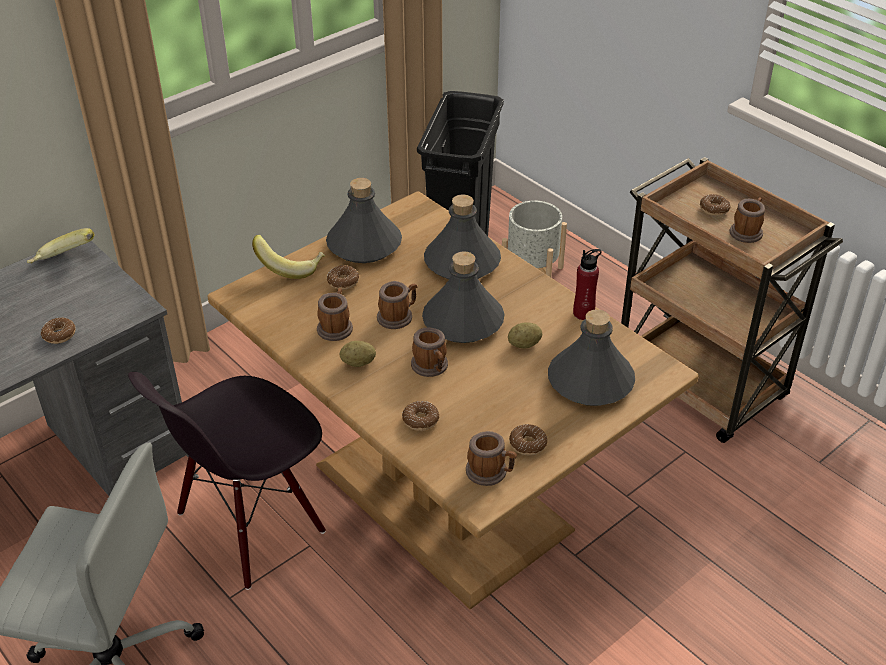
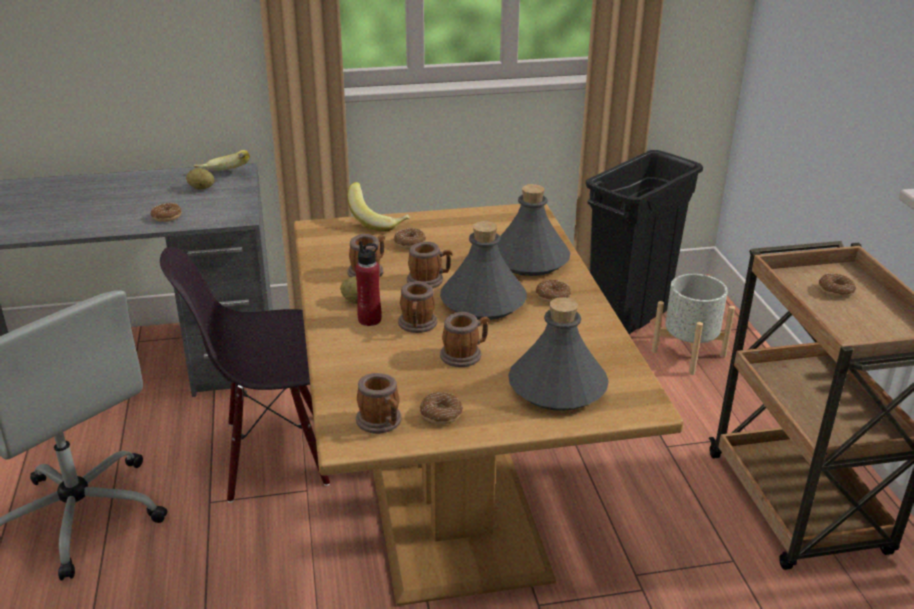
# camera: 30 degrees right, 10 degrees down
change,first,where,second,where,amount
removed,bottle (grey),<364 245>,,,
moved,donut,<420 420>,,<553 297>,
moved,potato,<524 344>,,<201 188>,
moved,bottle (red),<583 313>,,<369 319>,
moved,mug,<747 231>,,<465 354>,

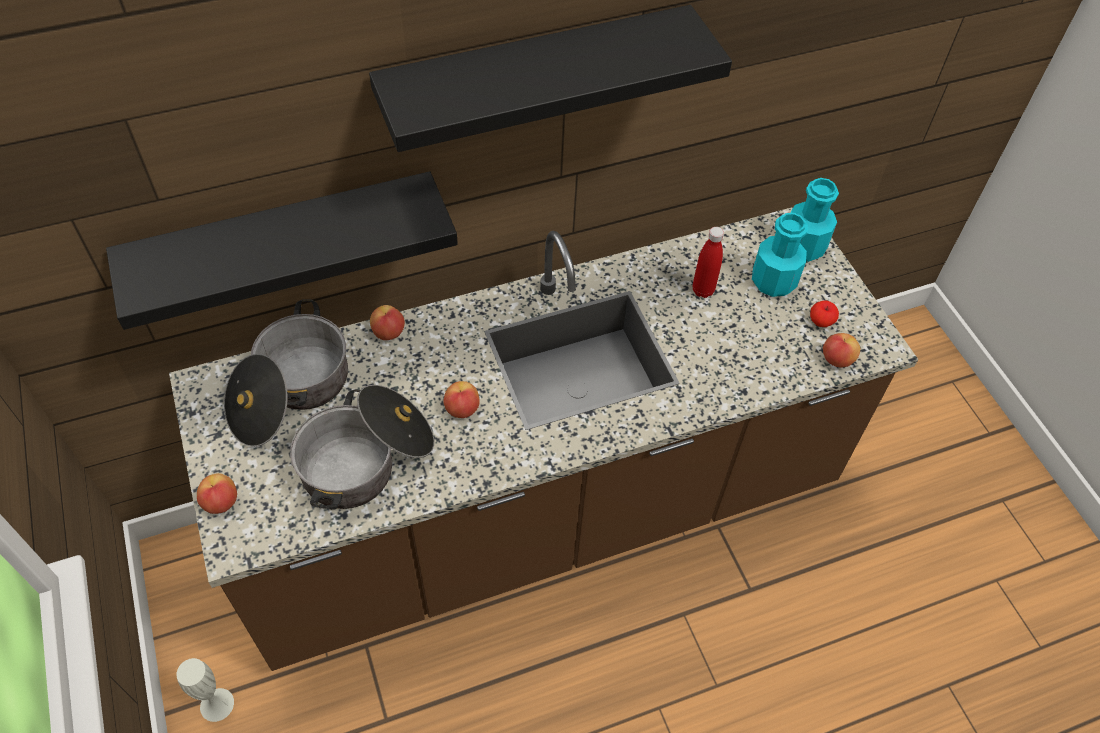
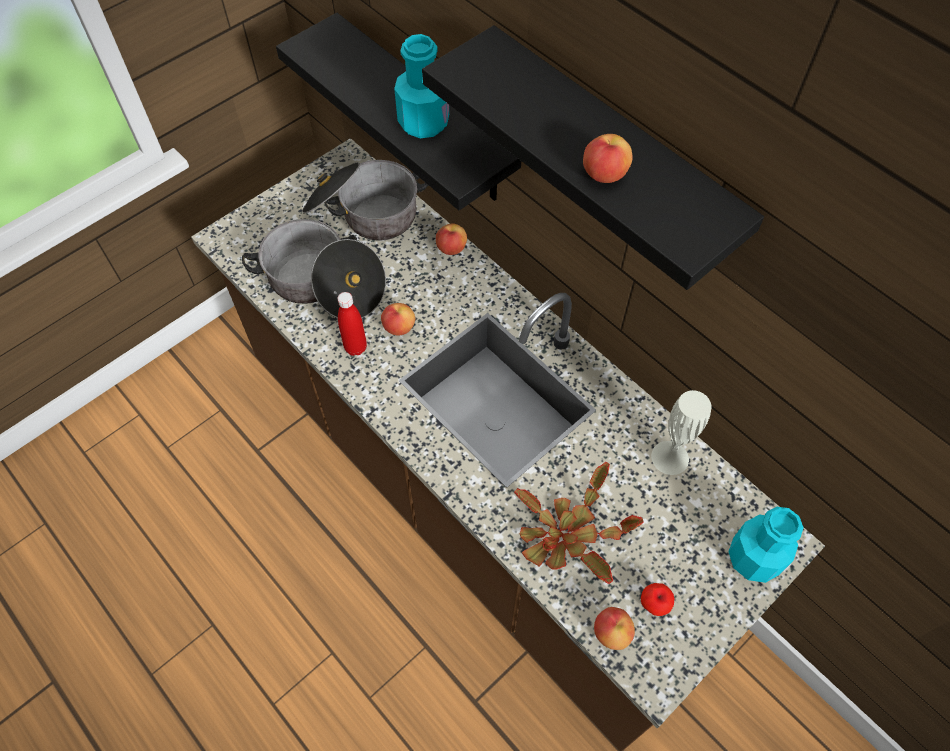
# camera: 70 degrees right, 5 degrees up
change,first,where,second,where,amount
added,,,potted plant,<566 536>,
moved,vase (white),<217 704>,,<670 457>,
moved,apple,<221 502>,,<604 175>,
moved,bottle (red),<703 290>,,<355 347>,
moved,bottle (turquoise),<773 281>,,<423 122>,

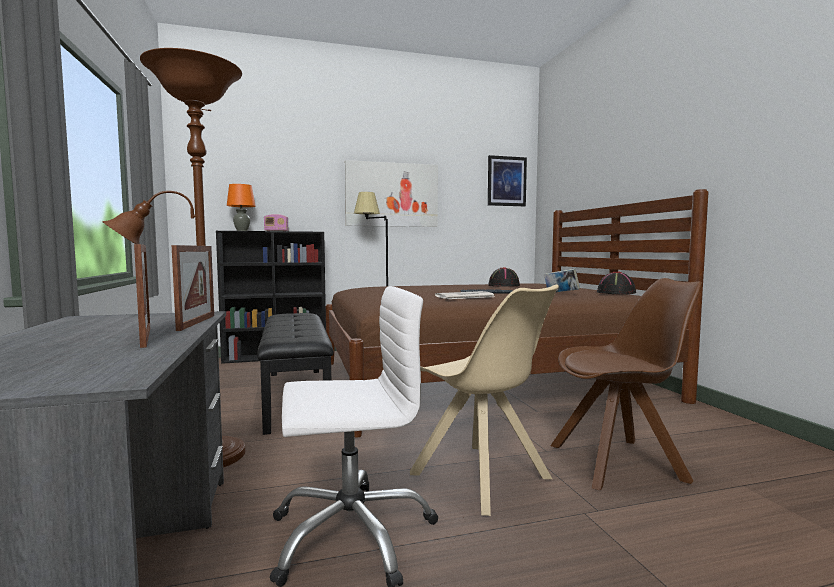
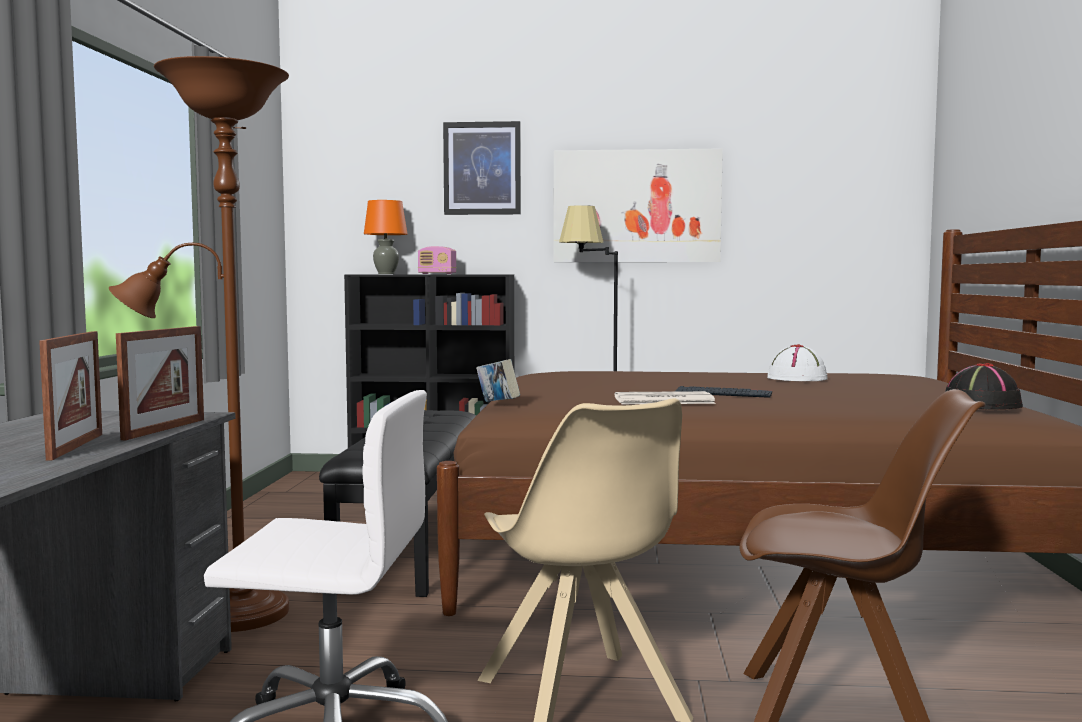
# camera: 20 degrees right, 0 degrees up
change,first,where,second,where,amount
moved,picture,<506 181>,,<482 168>,
moved,book,<561 294>,,<497 404>,
recoloured,hat (black),<504 285>,hat (white),<797 379>,

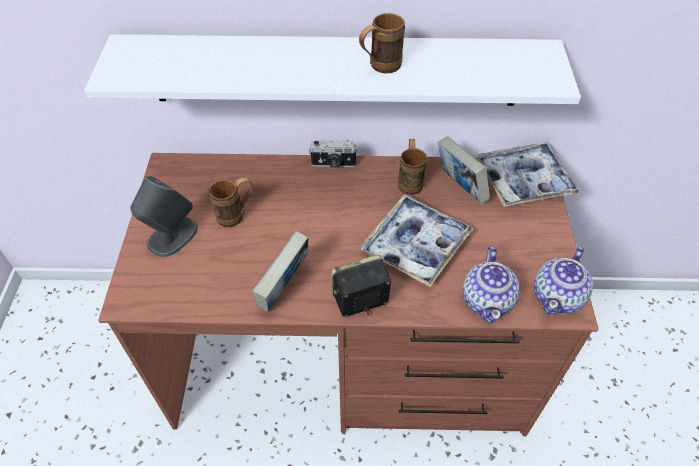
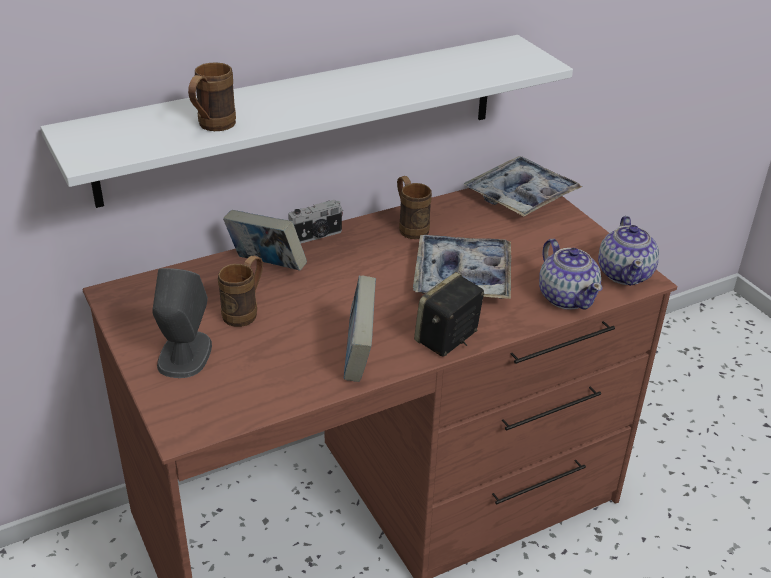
# camera: 30 degrees left, 15 degrees down
change,first,where,second,where,amount
moved,mug (brown),<379 67>,,<212 127>,
moved,book,<459 188>,,<266 267>,

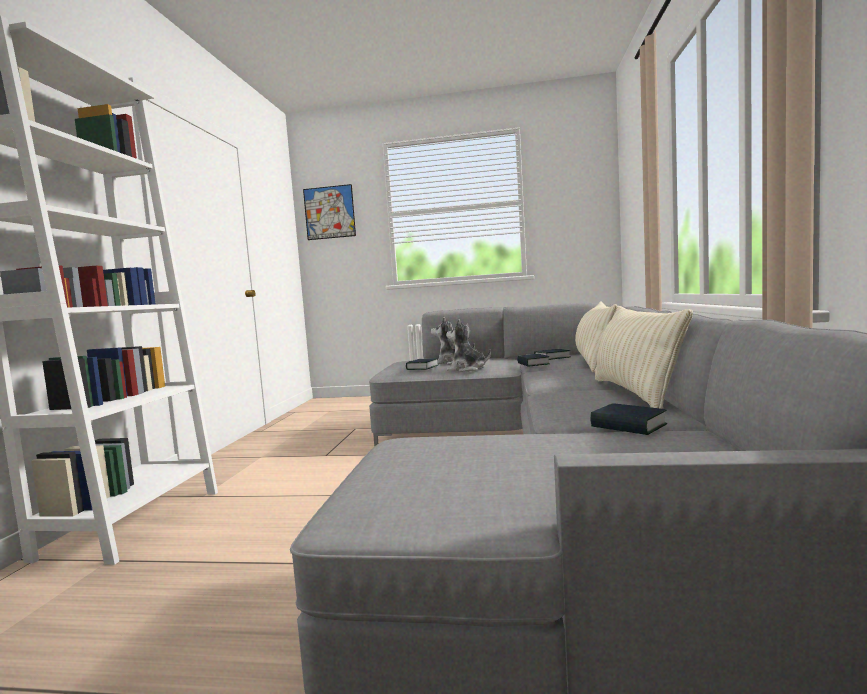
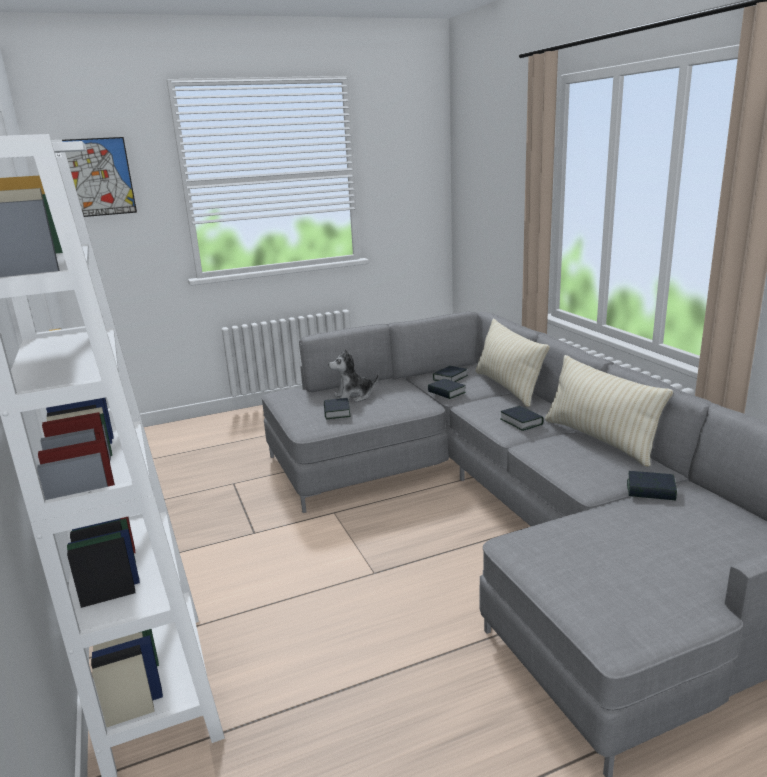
# camera: 30 degrees left, 15 degrees up
change,first,where,second,where,amount
removed,plush toy,<467 369>,,,
added,,,book,<521 422>,

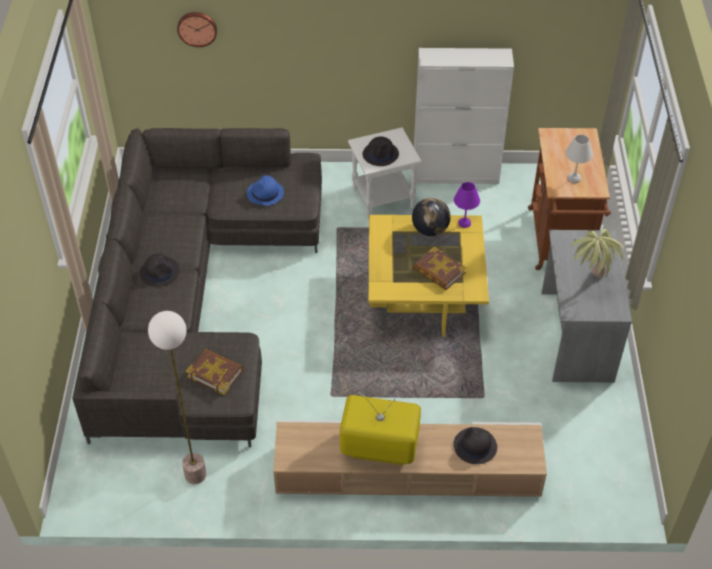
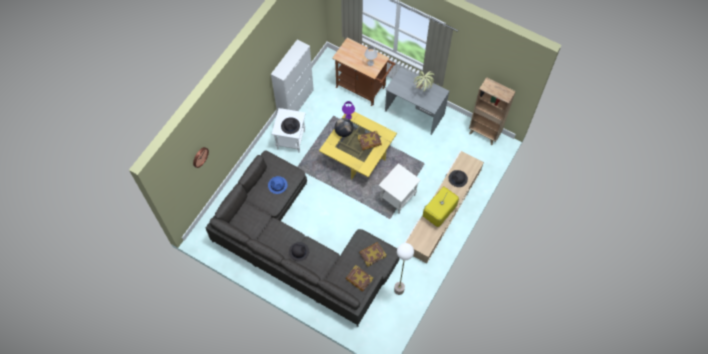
# camera: 60 degrees left, 15 degrees up
change,first,where,second,where,amount
added,,,book,<359 279>,
added,,,side table (white),<398 198>,
added,,,bookcase (brown),<484 134>,

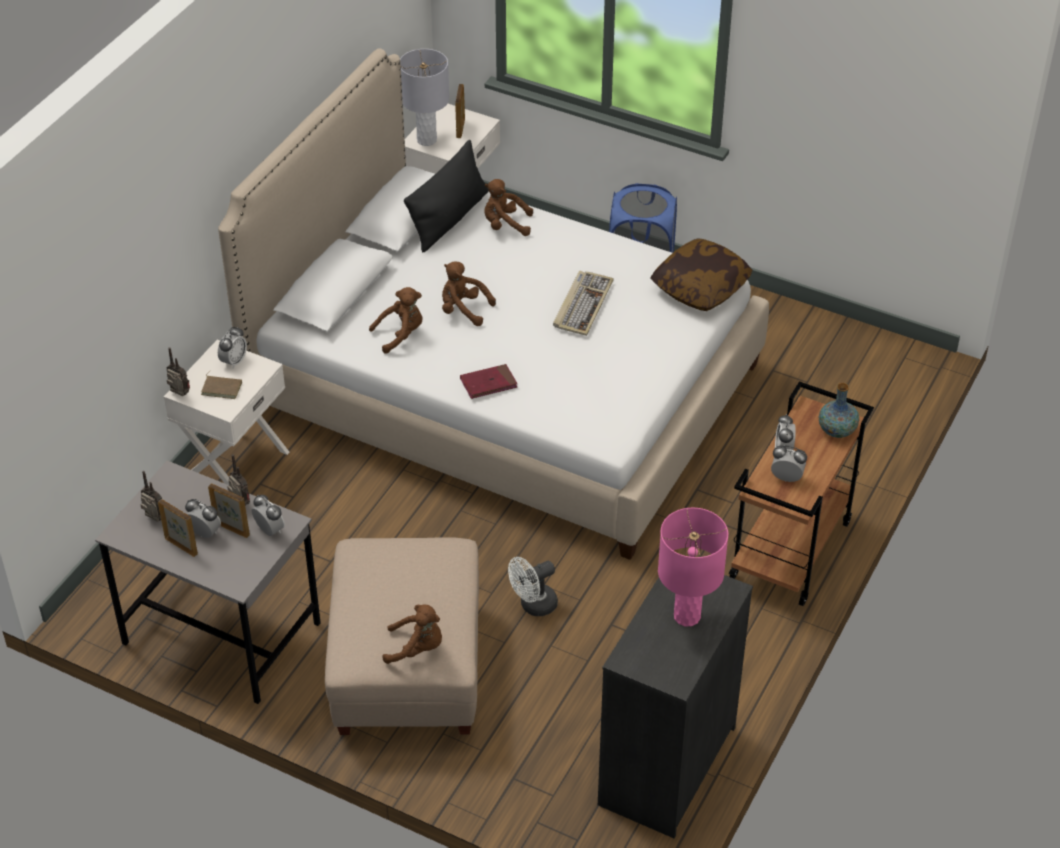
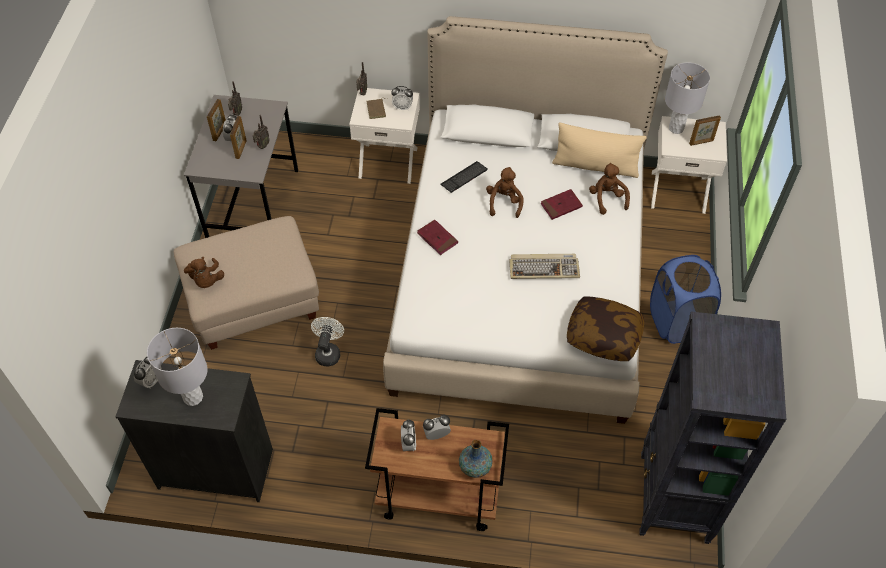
# camera: 70 degrees right, 10 degrees up
change,first,where,second,where,amount
added,,,book (red),<561 206>,
added,,,bookcase (black),<673 499>,
moved,alarm clock,<269 530>,,<151 380>,
replaced,plush toy (brown),<401 334>,keyboard,<464 177>,
recoloured,pillow (black),<449 219>,pillow (beige),<595 166>,
recoloured,table lamp (pink),<686 616>,table lamp (grey),<193 397>,
turned,fan (white),<533 606>,,<328 352>,60 degrees clockwise

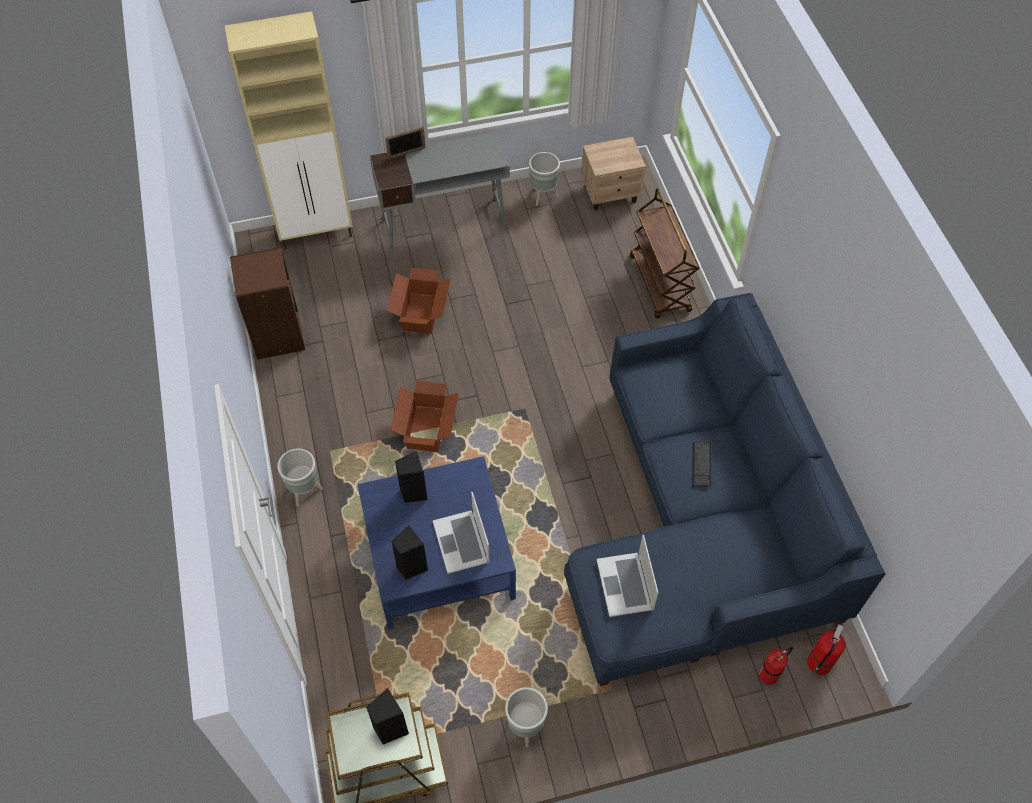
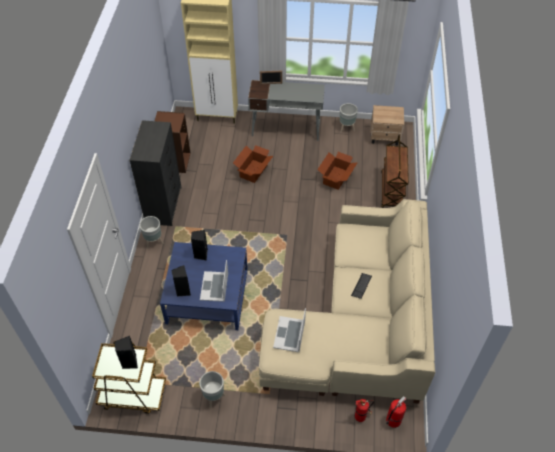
# camera: 20 degrees right, 5 degrees down
change,first,where,second,where,amount
added,,,dresser (black),<164 205>,
moved,cardboard box,<427 428>,,<336 177>,
recoloured,sofa (blue),<701 525>,sofa (beige),<358 325>,

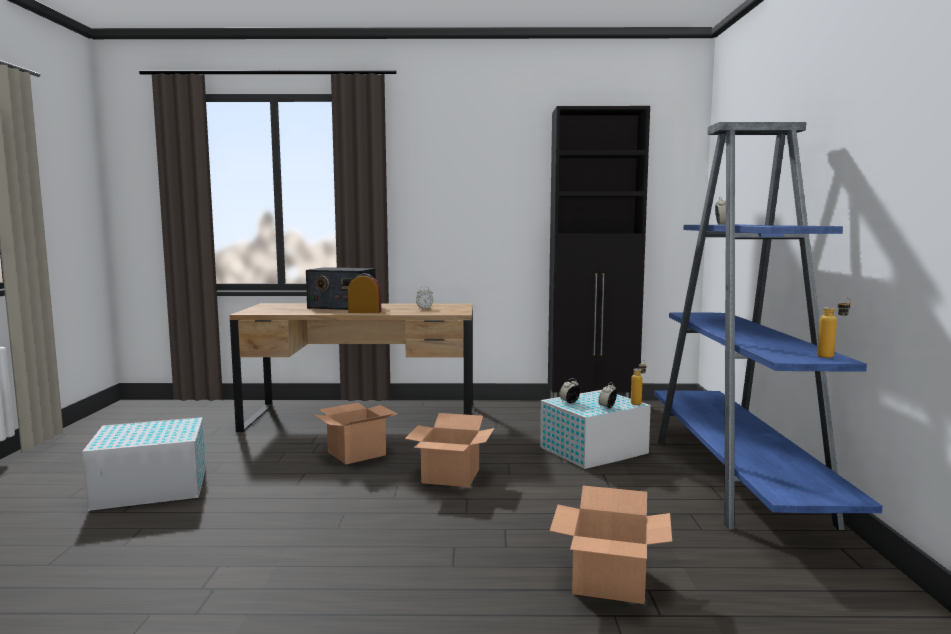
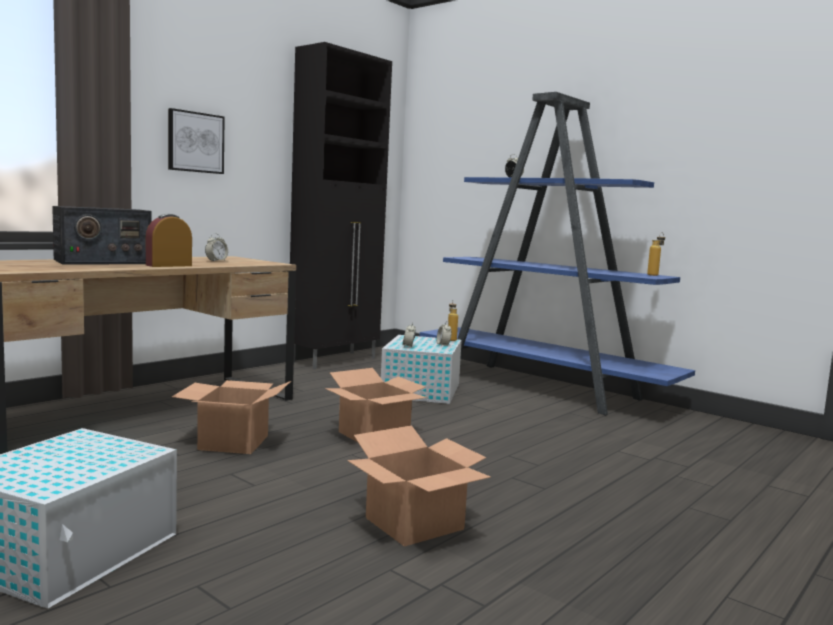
# camera: 50 degrees left, 0 degrees up
change,first,where,second,where,amount
added,,,picture,<195 142>,
moved,cardboard box,<611 581>,,<415 523>,

